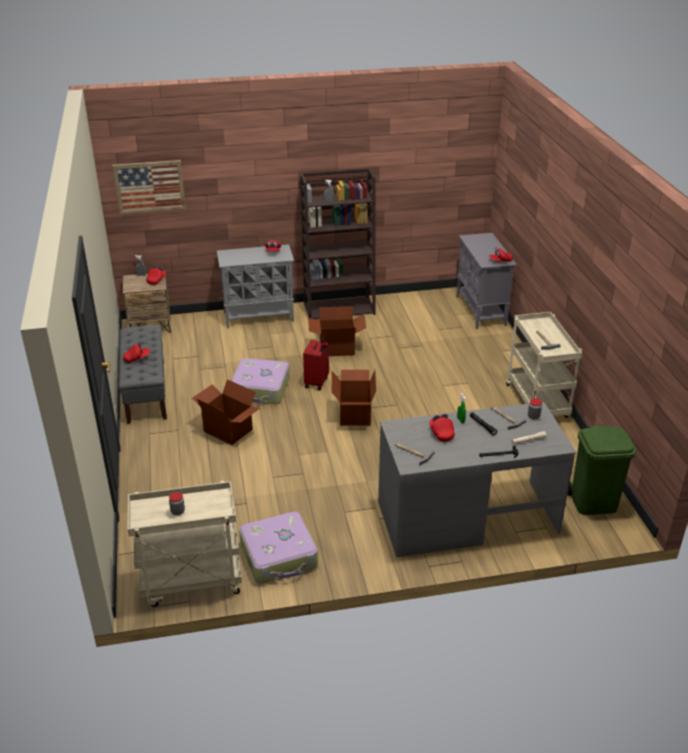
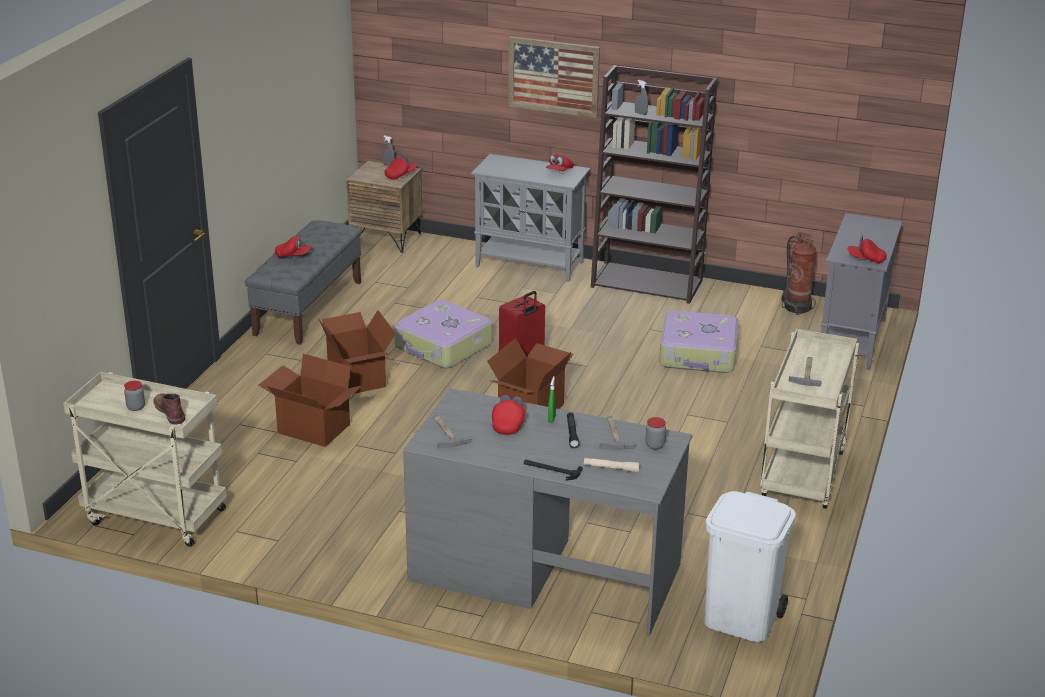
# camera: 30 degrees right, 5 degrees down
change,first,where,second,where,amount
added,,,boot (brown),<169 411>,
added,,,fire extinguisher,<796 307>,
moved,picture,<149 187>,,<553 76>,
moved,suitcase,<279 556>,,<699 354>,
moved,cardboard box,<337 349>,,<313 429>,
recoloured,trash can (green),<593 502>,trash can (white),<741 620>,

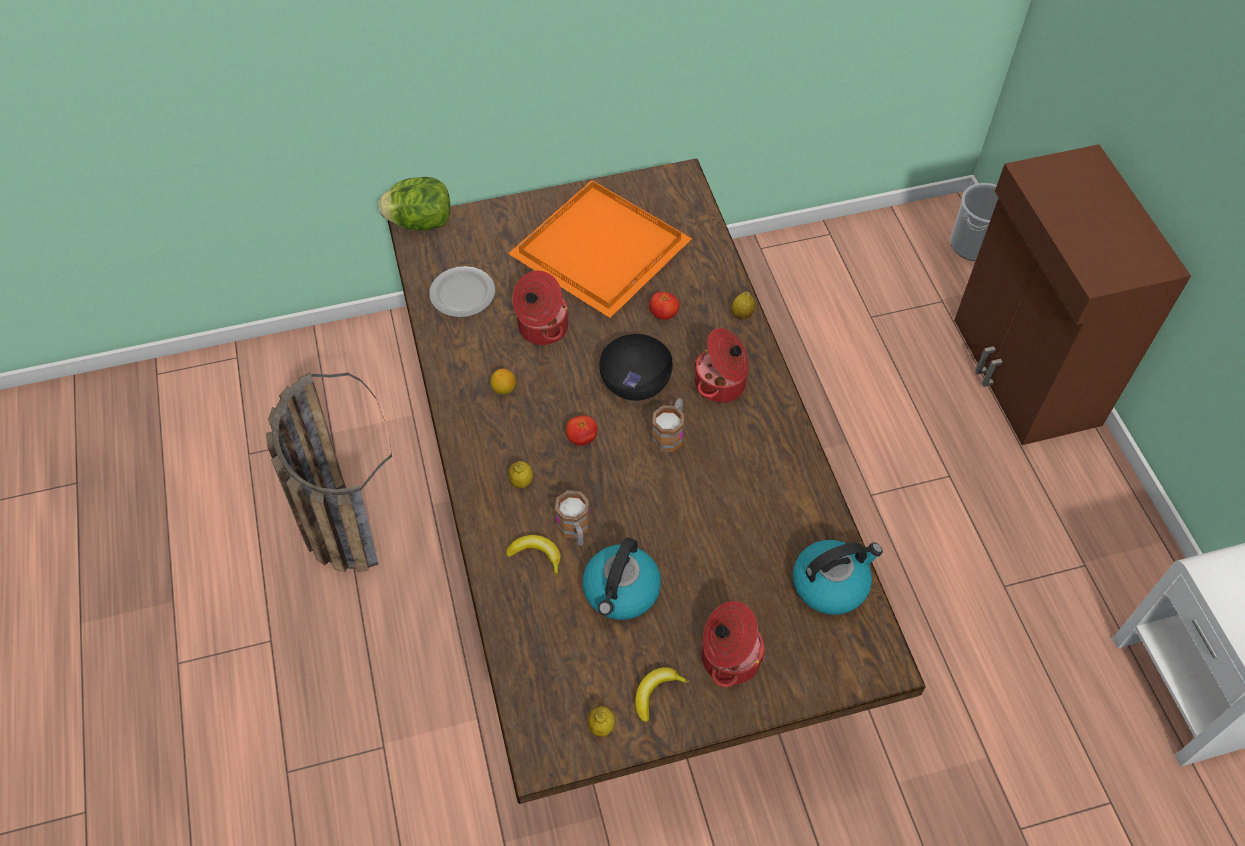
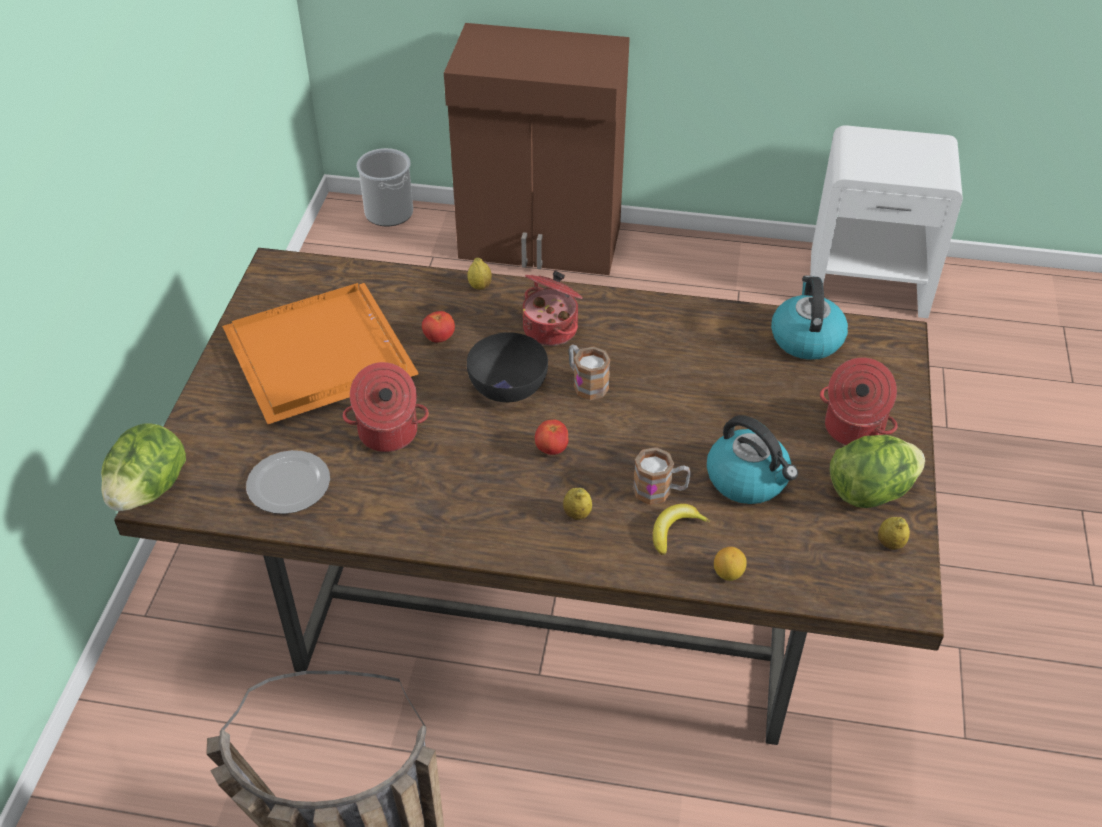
# camera: 65 degrees left, 10 degrees down
change,first,where,second,where,amount
moved,lemon,<504 389>,,<728 573>,
replaced,banana,<656 693>,lettuce,<869 492>,

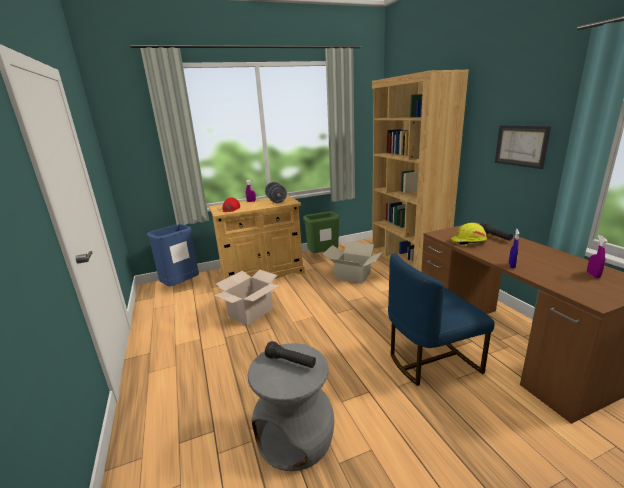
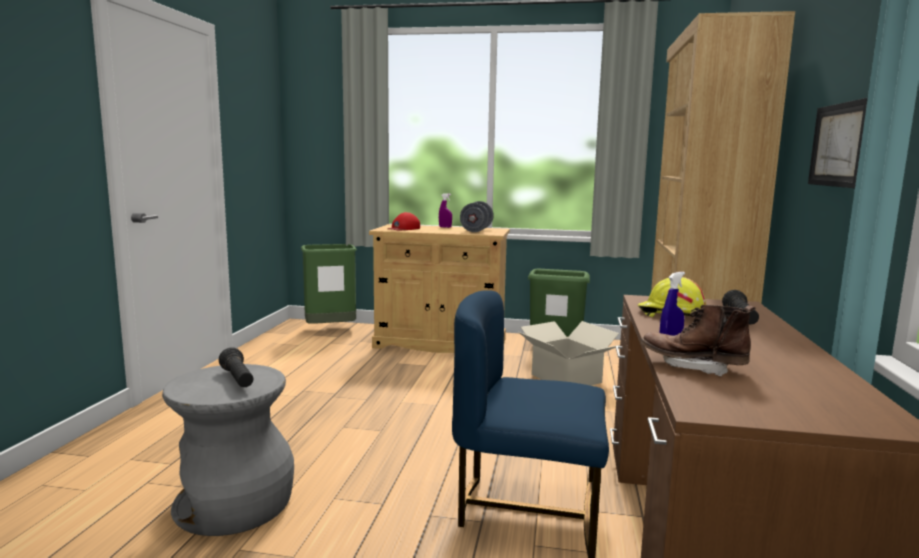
# camera: 30 degrees right, 10 degrees down
change,first,where,second,where,amount
removed,cardboard box,<250 312>,,,
removed,spray bottle (purple),<593 275>,,,
added,,,boot (brown),<692 366>,
recoloured,trash can (blue),<181 285>,trash can (green),<330 330>,

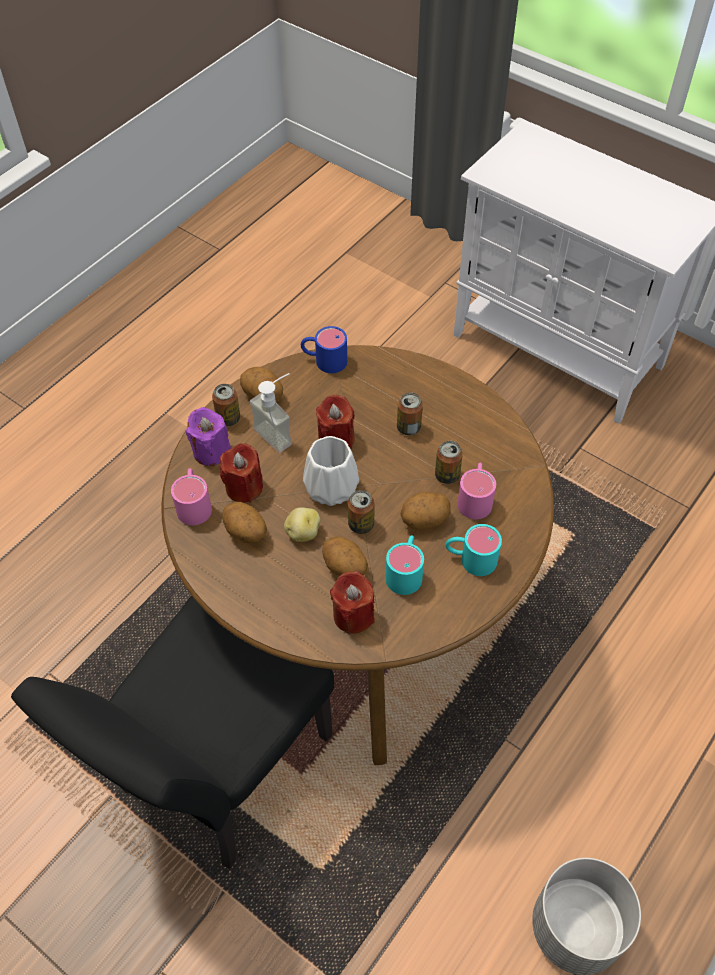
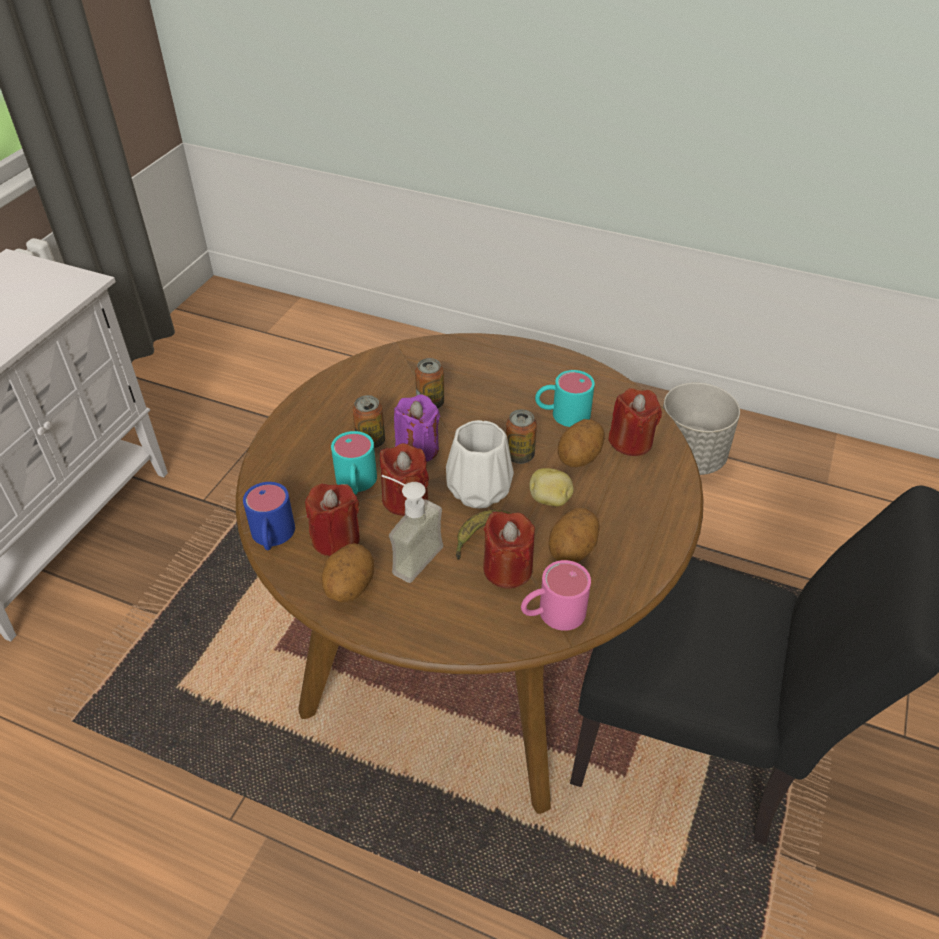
# camera: 105 degrees left, 10 degrees down
change,first,where,second,where,amount
removed,can,<228 418>,,,
removed,potato,<424 520>,,,
removed,mug (pink),<475 498>,,,
added,,,candle (red),<336 539>,
added,,,banana,<480 536>,
moved,candle (purple),<211 451>,,<417 449>,
moved,mug (turquoise),<470 559>,,<356 484>,

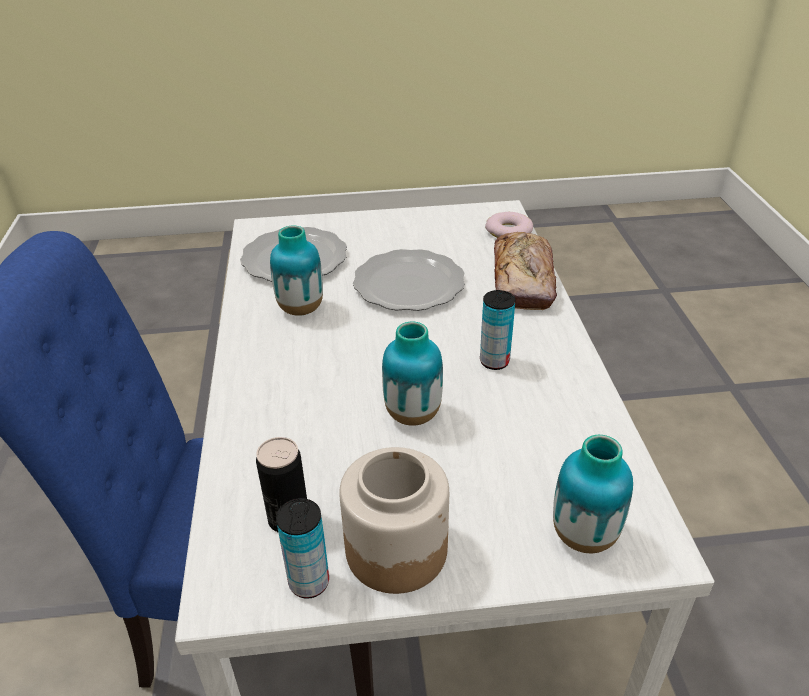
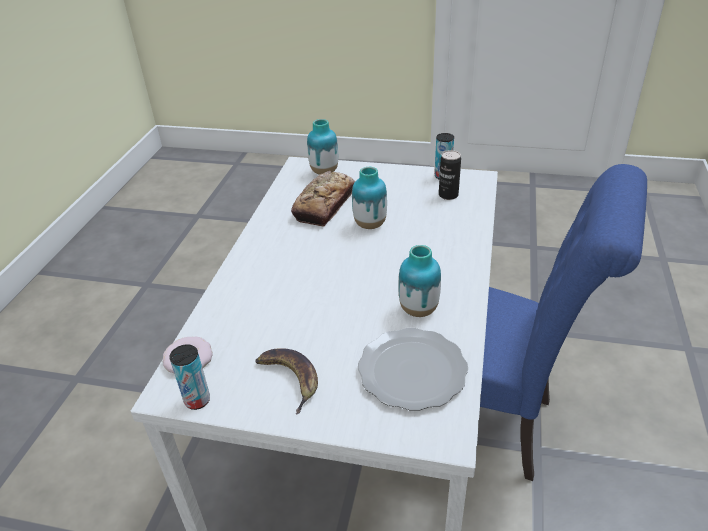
# camera: 160 degrees left, 0 degrees up
change,first,where,second,where,amount
removed,jar,<396 549>,,,
removed,plate,<410 285>,,,
added,,,banana,<290 379>,
moved,can,<494 361>,,<197 400>,
moved,bread,<522 281>,,<324 205>,

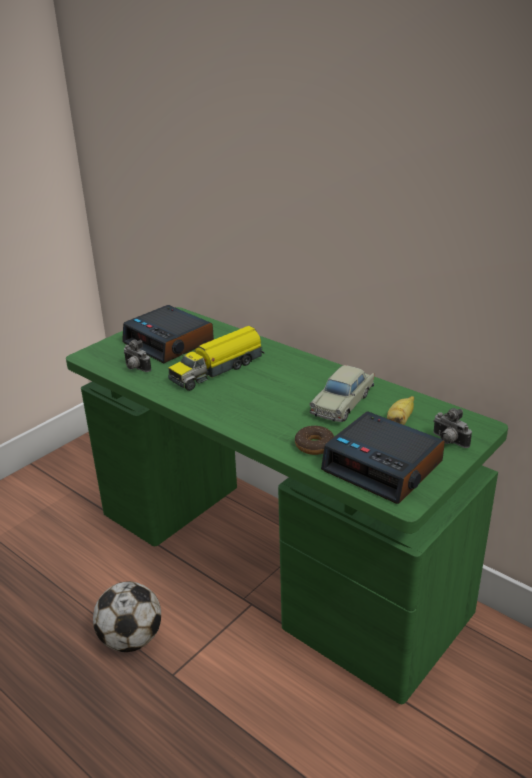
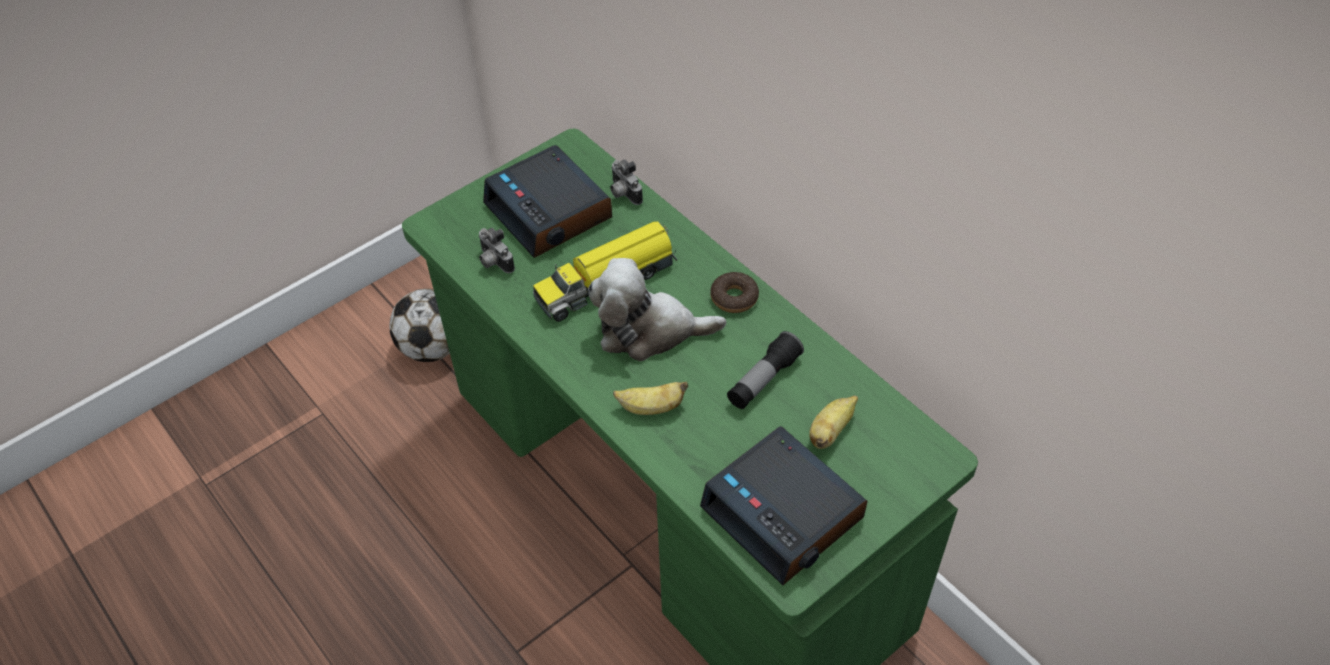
# camera: 10 degrees right, 20 degrees up
change,first,where,second,where,amount
added,,,plush toy,<649 330>,
added,,,banana,<651 408>,
moved,football,<131 639>,,<433 348>,
moved,donut,<314 445>,,<734 297>,
moved,photo camera,<448 441>,,<623 194>,
replaced,toy car (beige),<343 403>,flashlight,<763 380>,

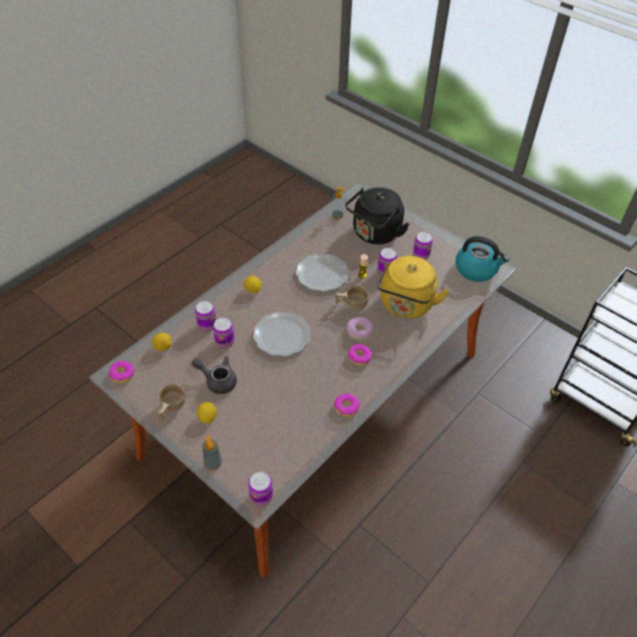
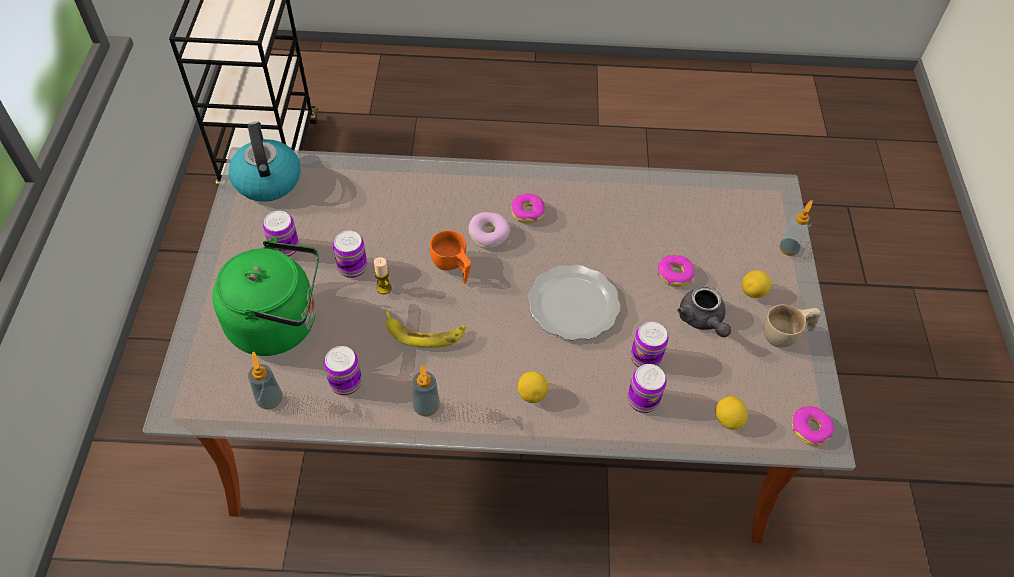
# camera: 130 degrees left, 5 degrees up
change,first,where,second,where,amount
removed,kettle (yellow),<405 306>,,,
added,,,soap dispenser,<426 407>,
moved,can,<261 496>,,<345 382>,
moved,donut,<346 407>,,<674 274>,
replaced,plate,<322 275>,banana,<425 333>,
recoloured,cup (beige),<351 305>,cup (orange),<452 267>,
recoloured,kettle (black),<375 234>,kettle (green),<279 323>,

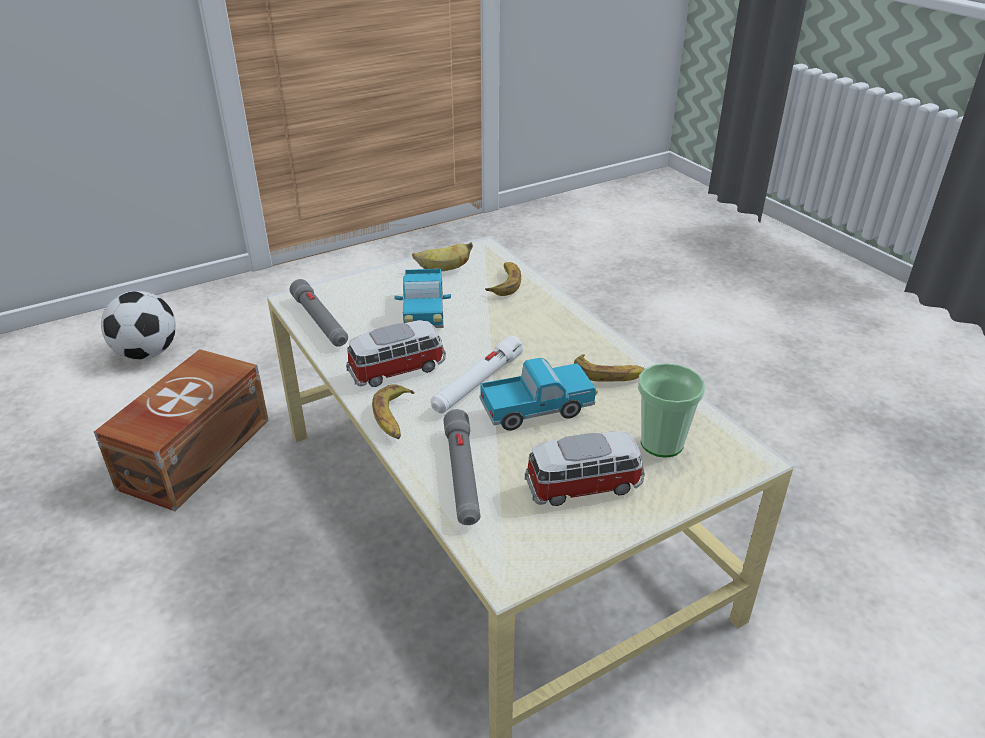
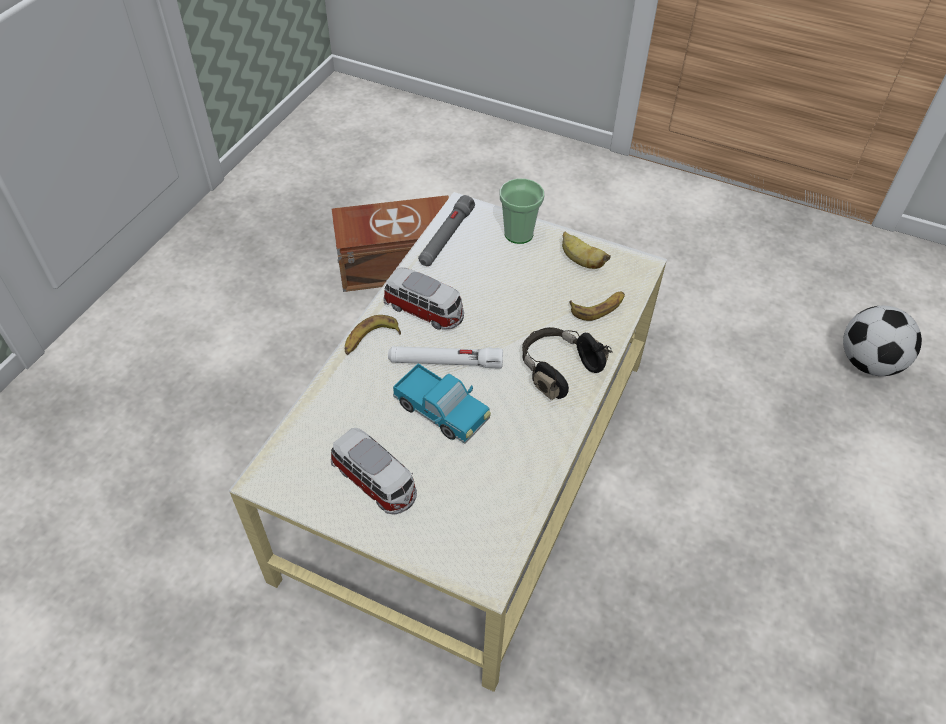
# camera: 55 degrees right, 15 degrees up
change,first,where,second,where,amount
removed,toy truck,<424 313>,,,
removed,flashlight (grey),<462 475>,,,
removed,banana,<609 374>,,,
added,,,headphones (black),<558 369>,
moved,football,<147 353>,,<868 363>,
moved,cup,<661 443>,,<518 234>,

